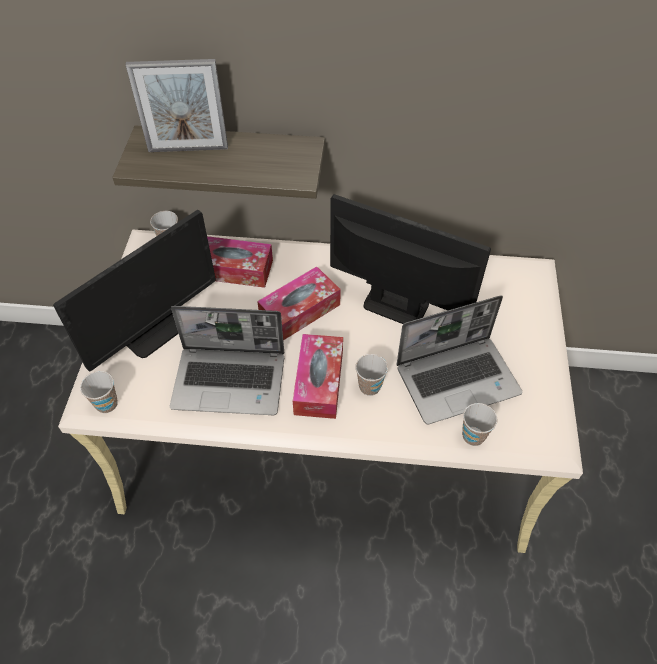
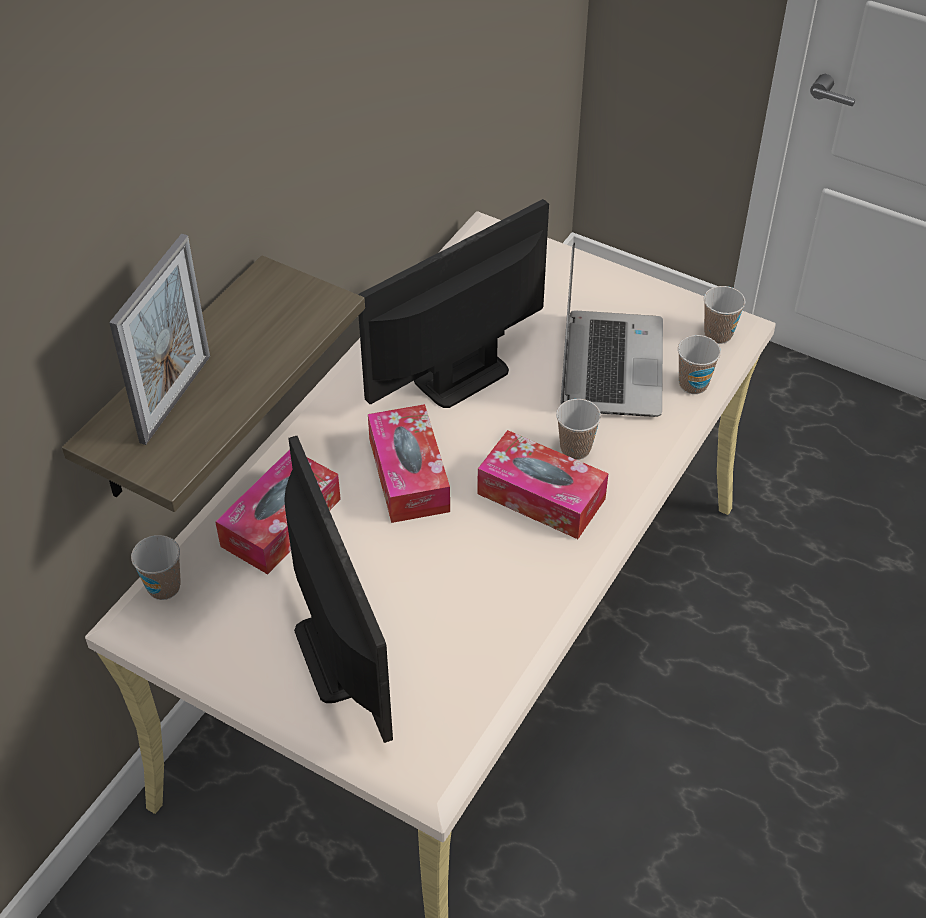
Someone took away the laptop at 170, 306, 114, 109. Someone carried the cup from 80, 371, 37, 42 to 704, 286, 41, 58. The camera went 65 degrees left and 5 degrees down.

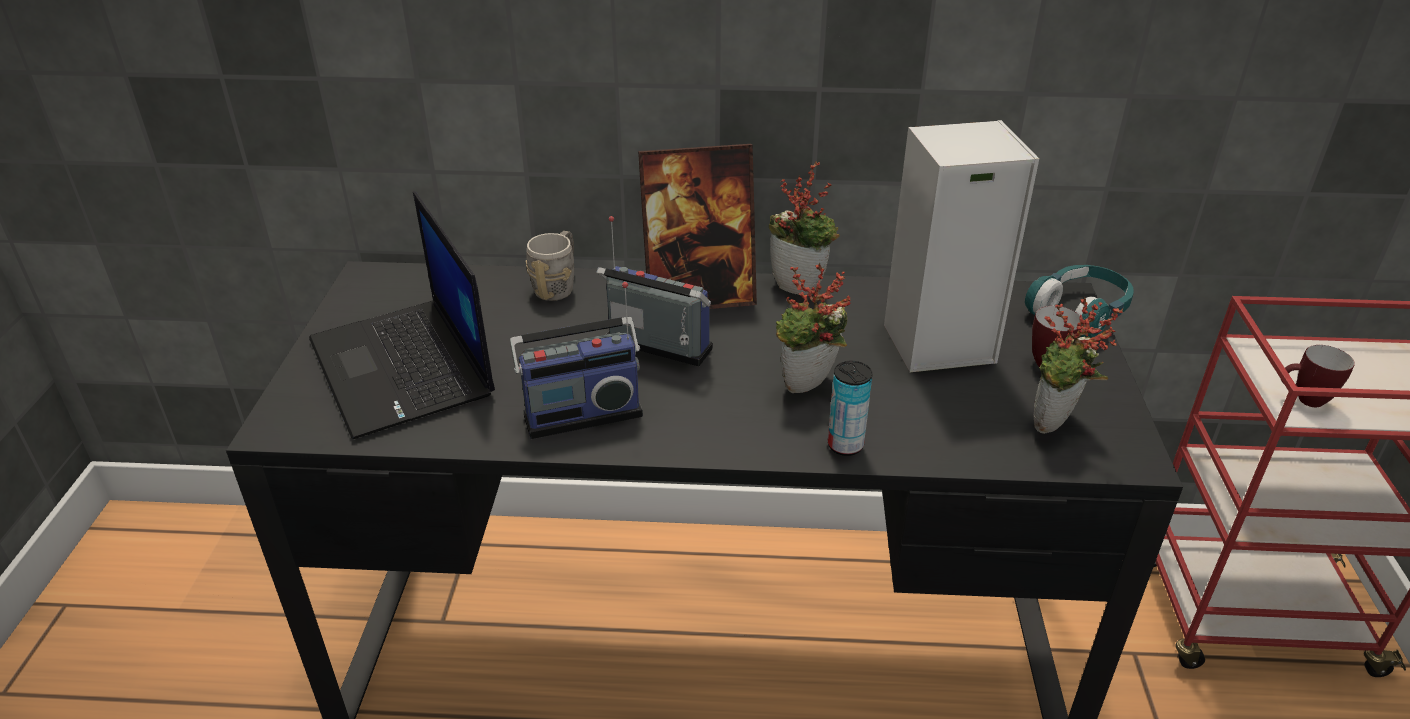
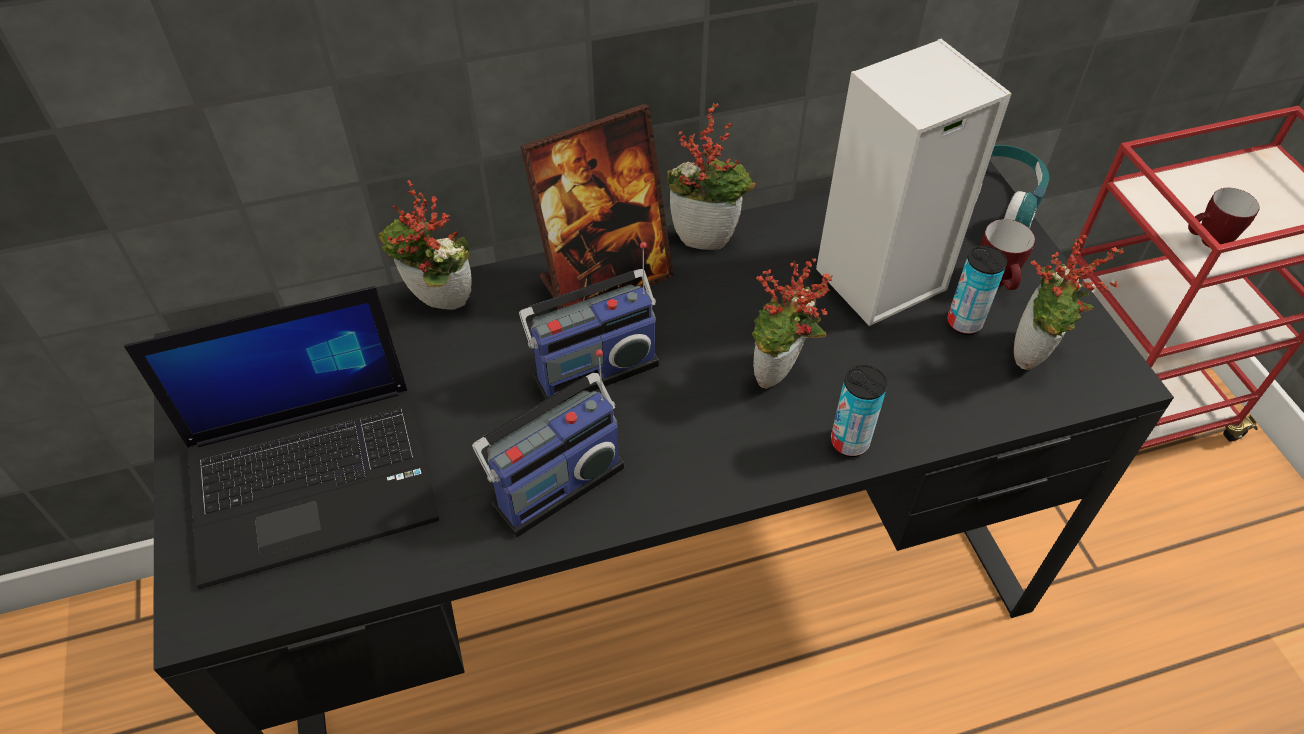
Someone put down the can at 947, 245, 60, 90. Someone swapped the grey mug at 525, 231, 49, 70 for the potted plant at 378, 180, 94, 130. Someone rotated the laptop at 309, 191, 186, 249 by 60 degrees counterclockwise. Someone rotated the radio at 596, 216, 117, 150 by 150 degrees clockwise. The camera went 20 degrees left and 15 degrees up.

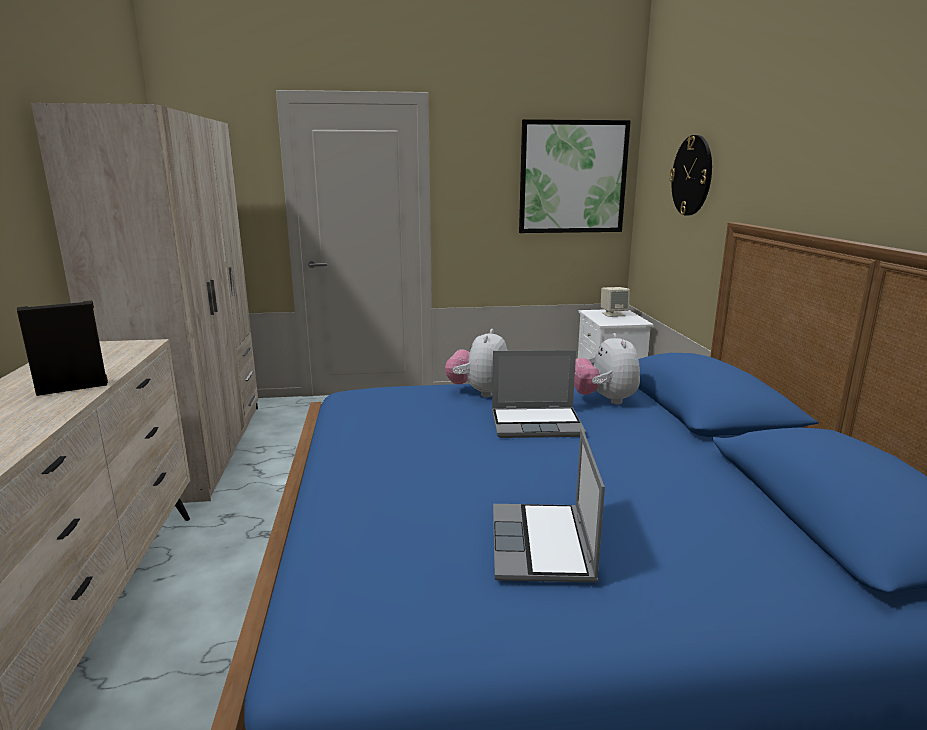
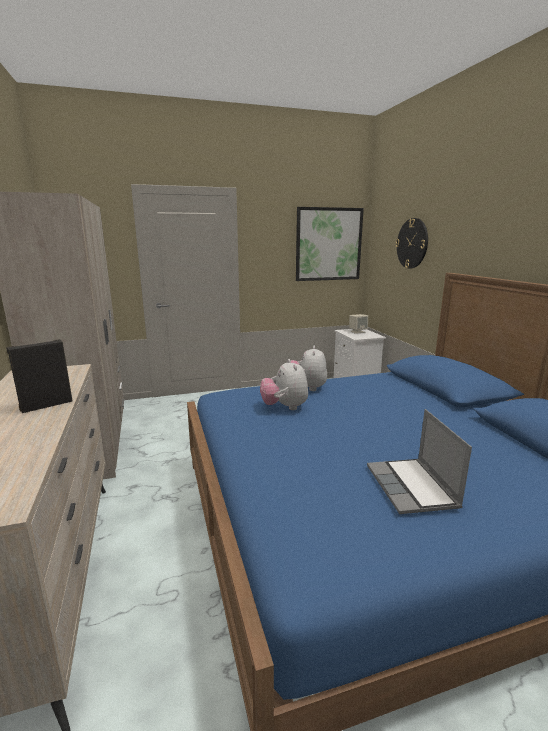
Someone took away the laptop at 492, 350, 94, 88. Someone carried the plush toy from 574, 333, 66, 71 to 260, 359, 48, 51. The camera went 10 degrees left and 0 degrees up.

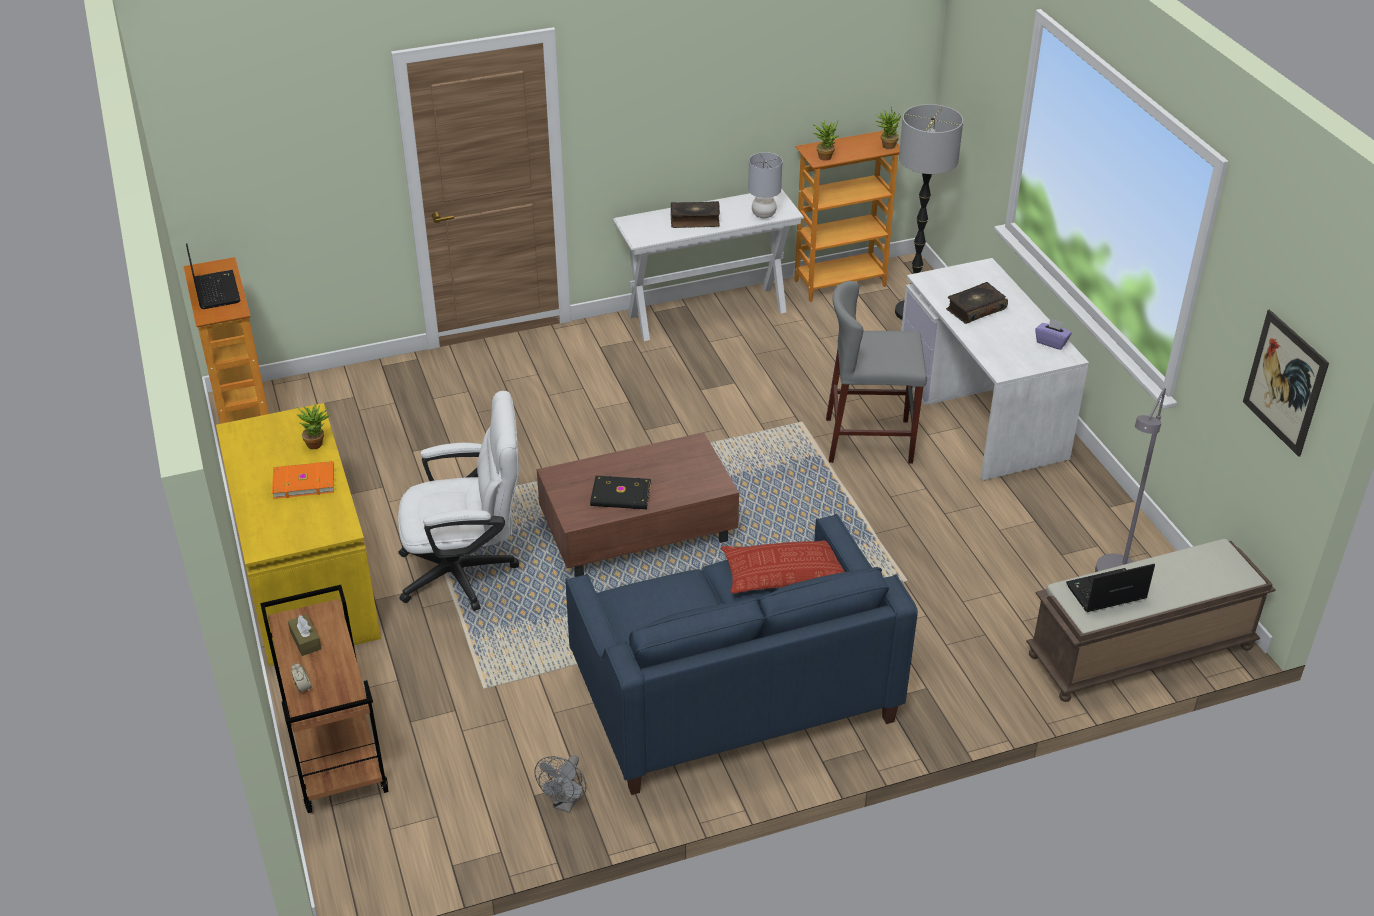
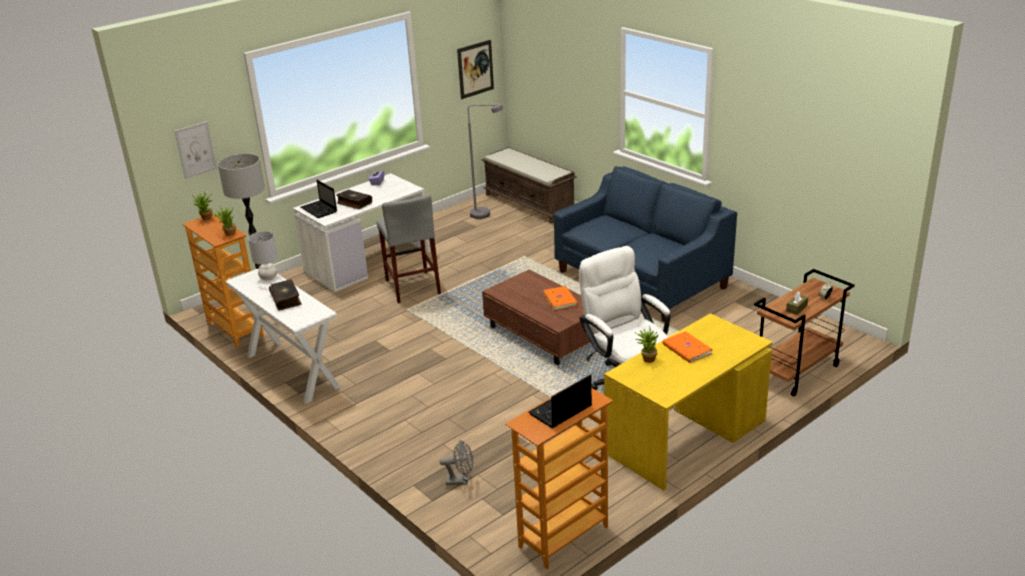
Someone took away the pillow at 721, 540, 124, 54. Someone put up the picture at 174, 122, 43, 57. Someone carried the grey fan from 534, 755, 52, 58 to 440, 440, 33, 45. Someone carried the laptop from 1066, 564, 89, 48 to 301, 180, 36, 38. Someone repainted the black book at 590, 476, 61, 33, which became the orange book at 543, 286, 35, 25. The camera went 110 degrees left and 10 degrees down.

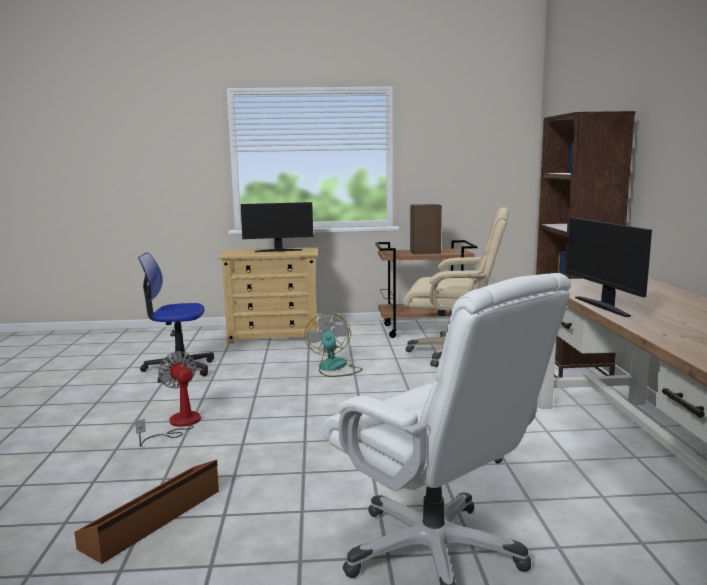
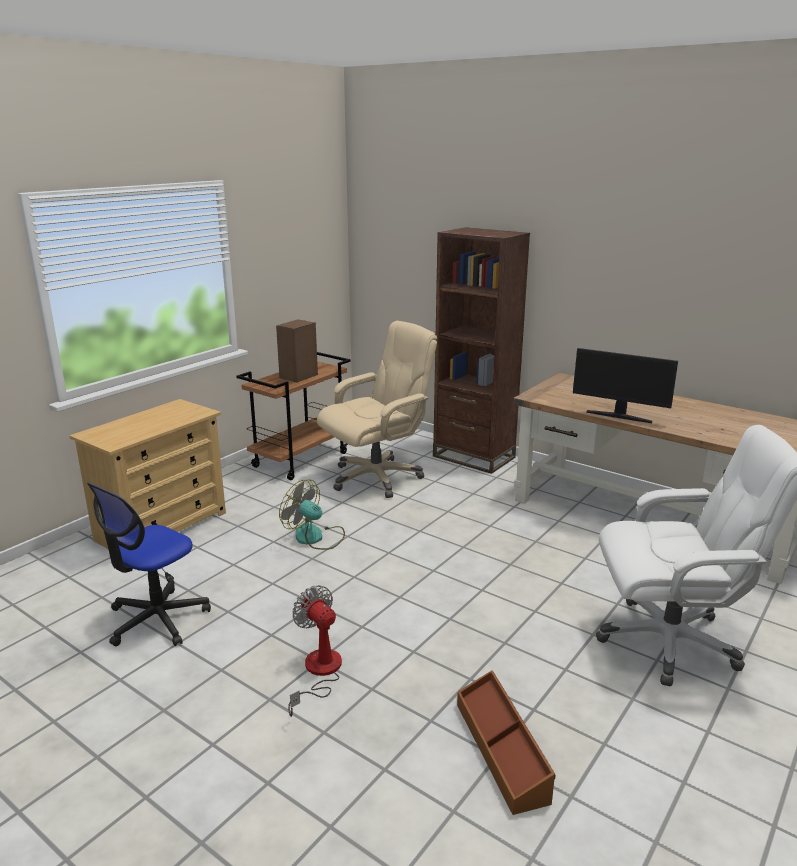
Someone took away the monitor at 241, 202, 72, 50. Someone rotated the fan at 135, 351, 66, 96 by 45 degrees clockwise. The camera went 50 degrees left and 10 degrees up.

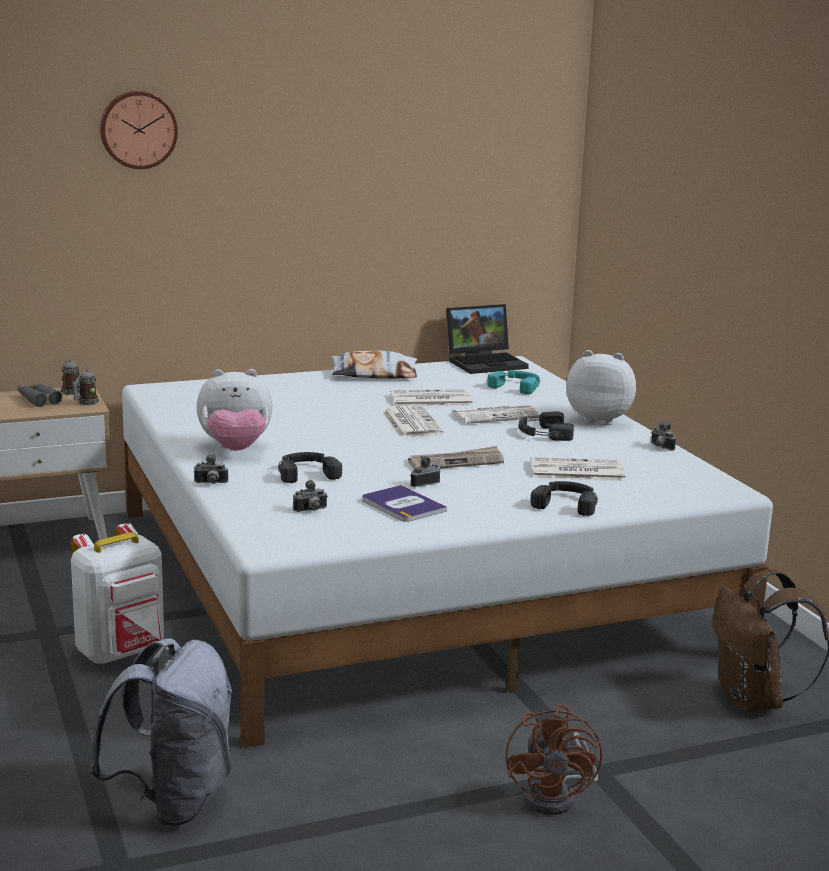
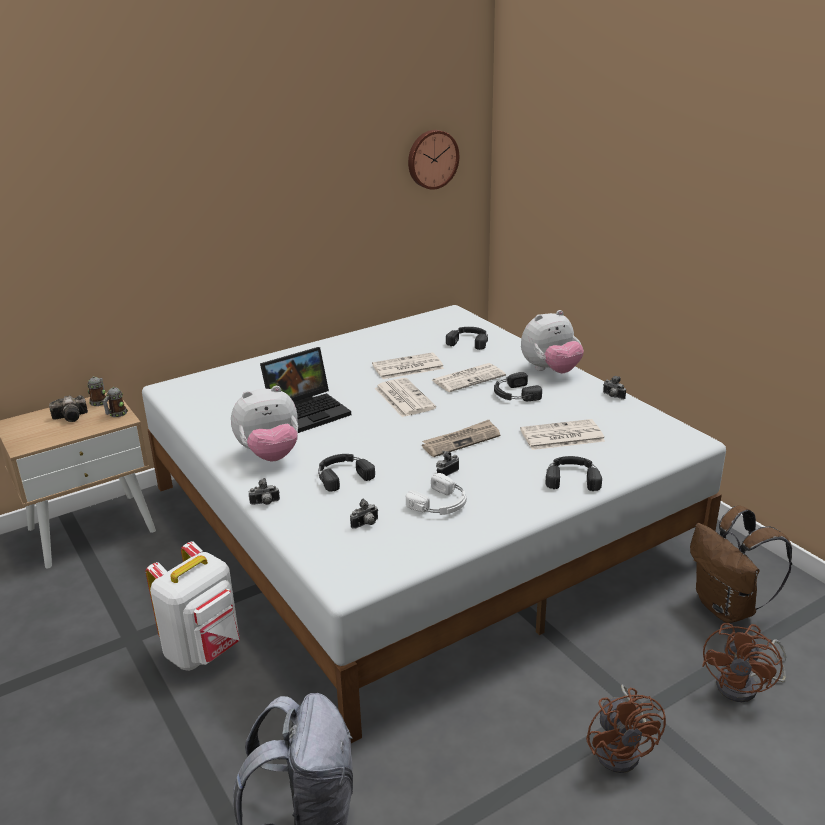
Someone took away the pillow at 331, 351, 86, 28. Someone put down the brown fan at 702, 623, 84, 79. Someone carried the wall clock from 100, 91, 78, 78 to 408, 130, 51, 60. Someone carried the laptop from 446, 304, 83, 70 to 260, 347, 91, 86. Someone swapped the grey binoculars at 17, 383, 45, 24 for the photo camera at 49, 395, 39, 27. Someone swapped the book at 362, 485, 85, 37 for the white headphones at 406, 473, 61, 42. Someone repainted the turquoise headphones at 487, 371, 53, 23, which became the black headphones at 446, 327, 42, 23. Someone rotated the plush toy at 566, 350, 70, 75 by 150 degrees clockwise. The camera went 10 degrees left and 10 degrees up.

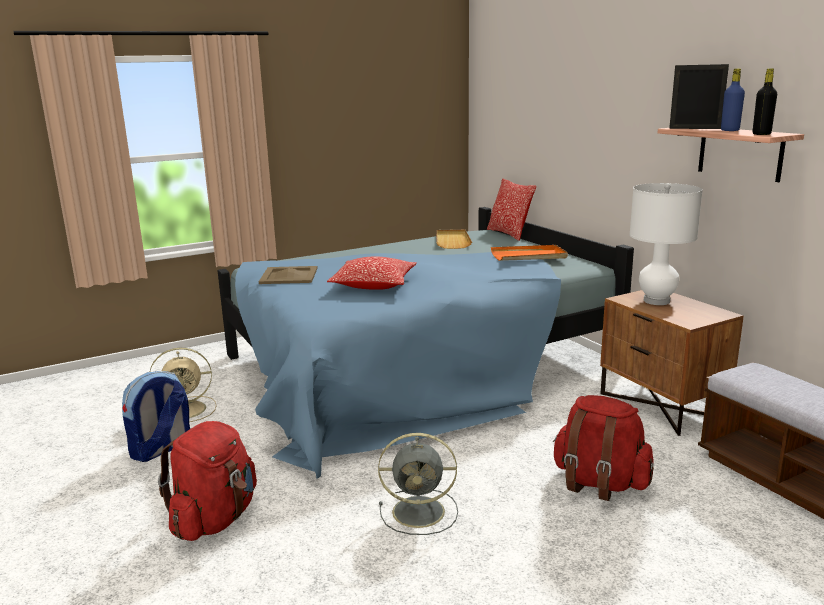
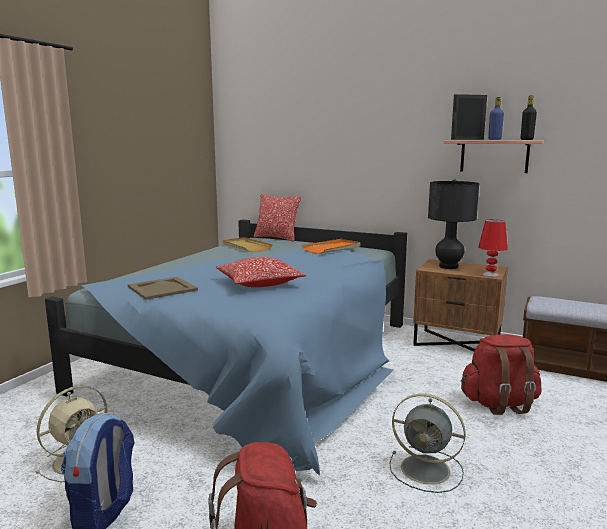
Someone put down the red table lamp at 478, 219, 30, 58. Someone repainted the white table lamp at 629, 183, 74, 122, which became the black table lamp at 428, 179, 51, 90. Someone rotated the grey fan at 378, 433, 80, 102 by 60 degrees clockwise. The camera went 35 degrees left and 5 degrees down.

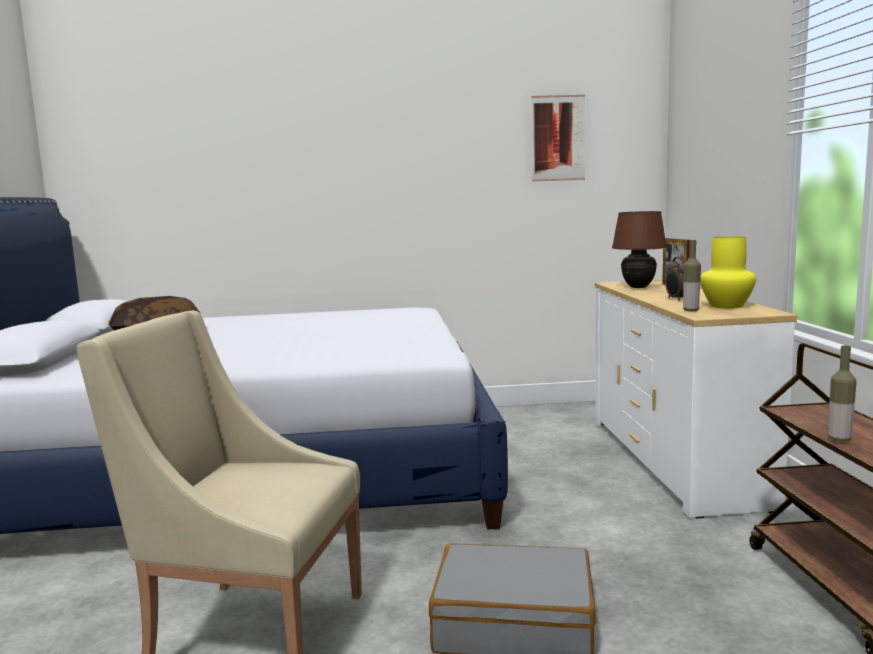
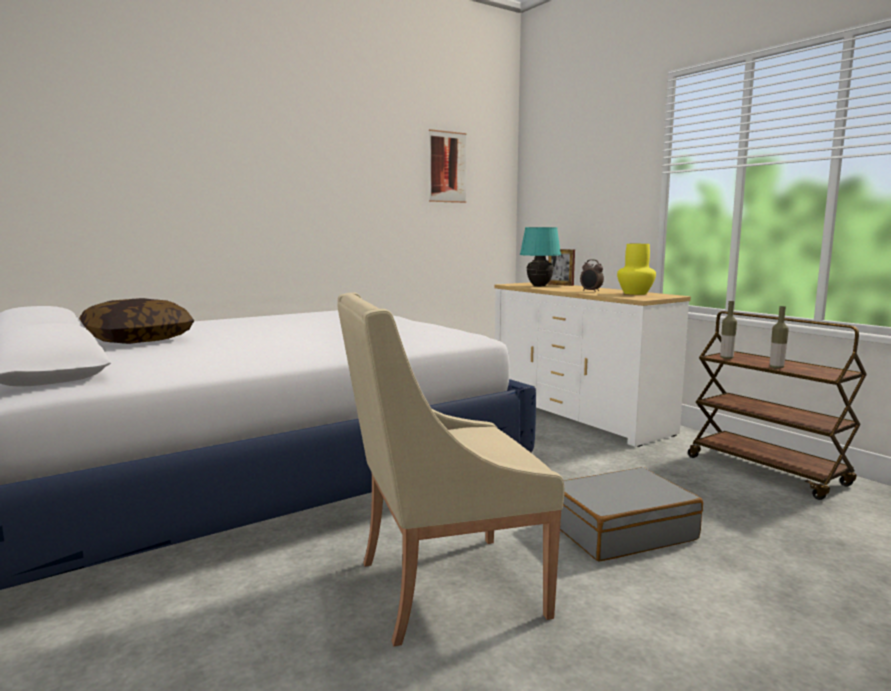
Someone carried the bottle from 683, 240, 18, 72 to 720, 301, 17, 58. Someone repainted the brown table lamp at 612, 211, 55, 77, which became the turquoise table lamp at 520, 227, 41, 60. The camera went 30 degrees left and 0 degrees up.

